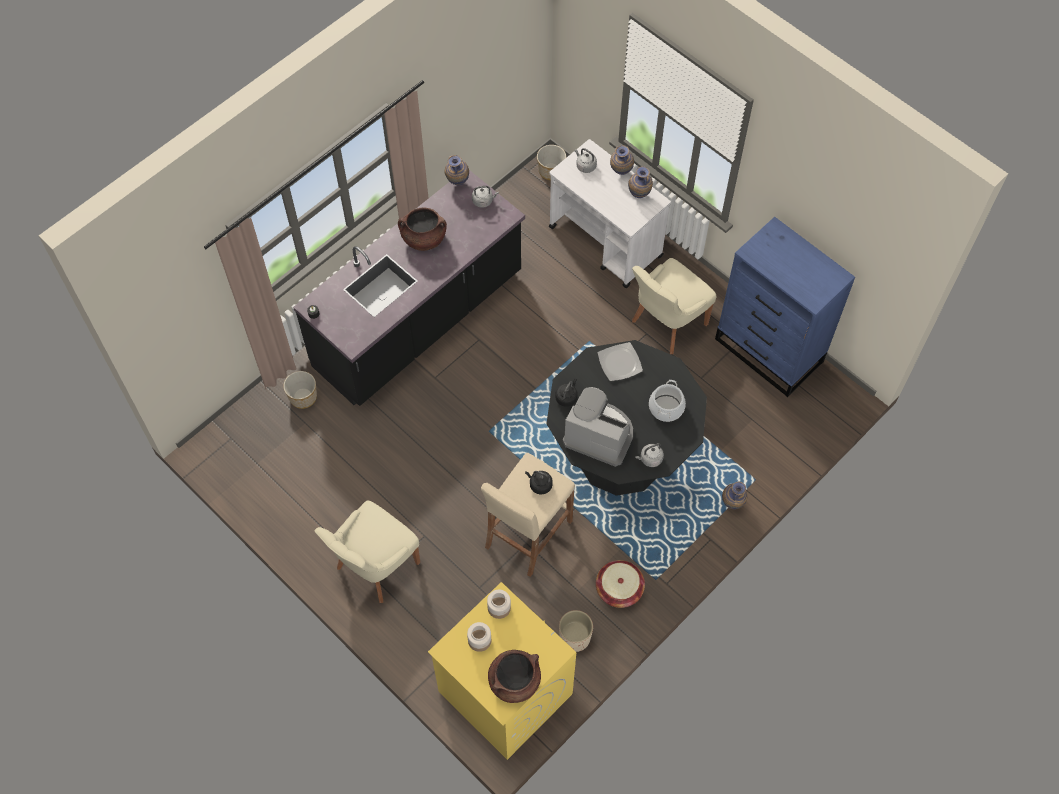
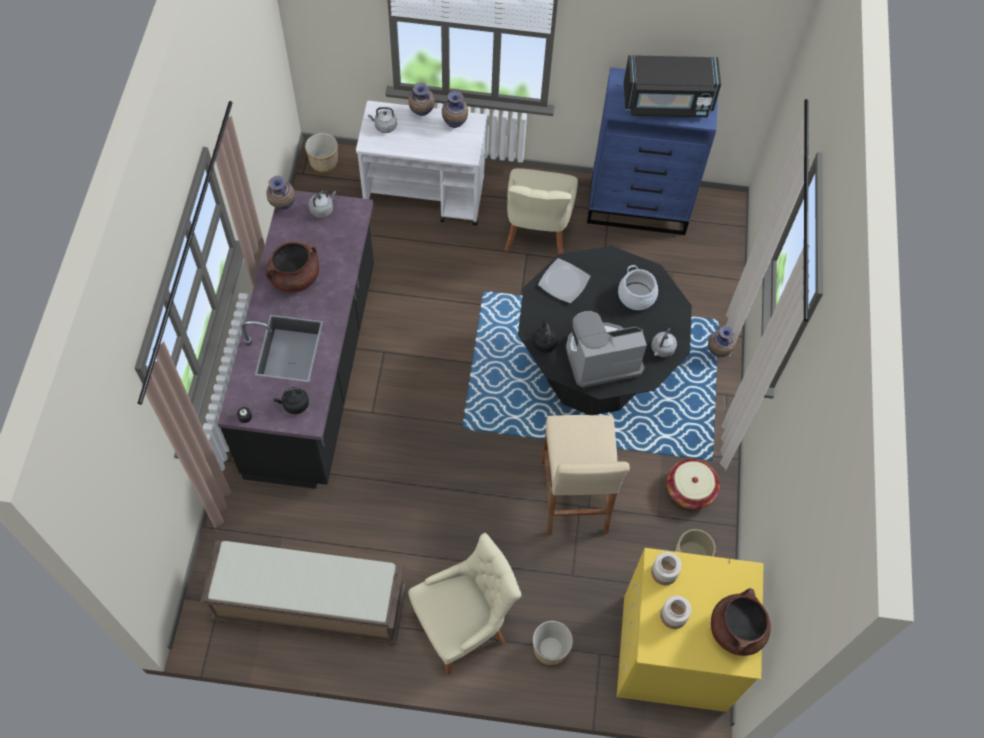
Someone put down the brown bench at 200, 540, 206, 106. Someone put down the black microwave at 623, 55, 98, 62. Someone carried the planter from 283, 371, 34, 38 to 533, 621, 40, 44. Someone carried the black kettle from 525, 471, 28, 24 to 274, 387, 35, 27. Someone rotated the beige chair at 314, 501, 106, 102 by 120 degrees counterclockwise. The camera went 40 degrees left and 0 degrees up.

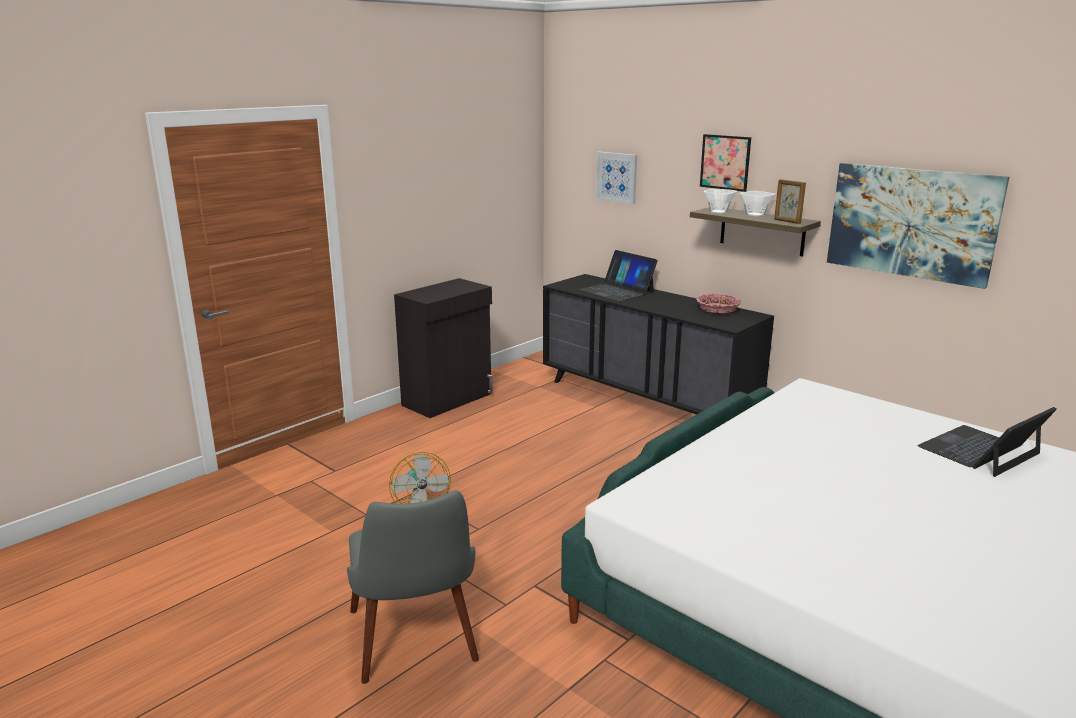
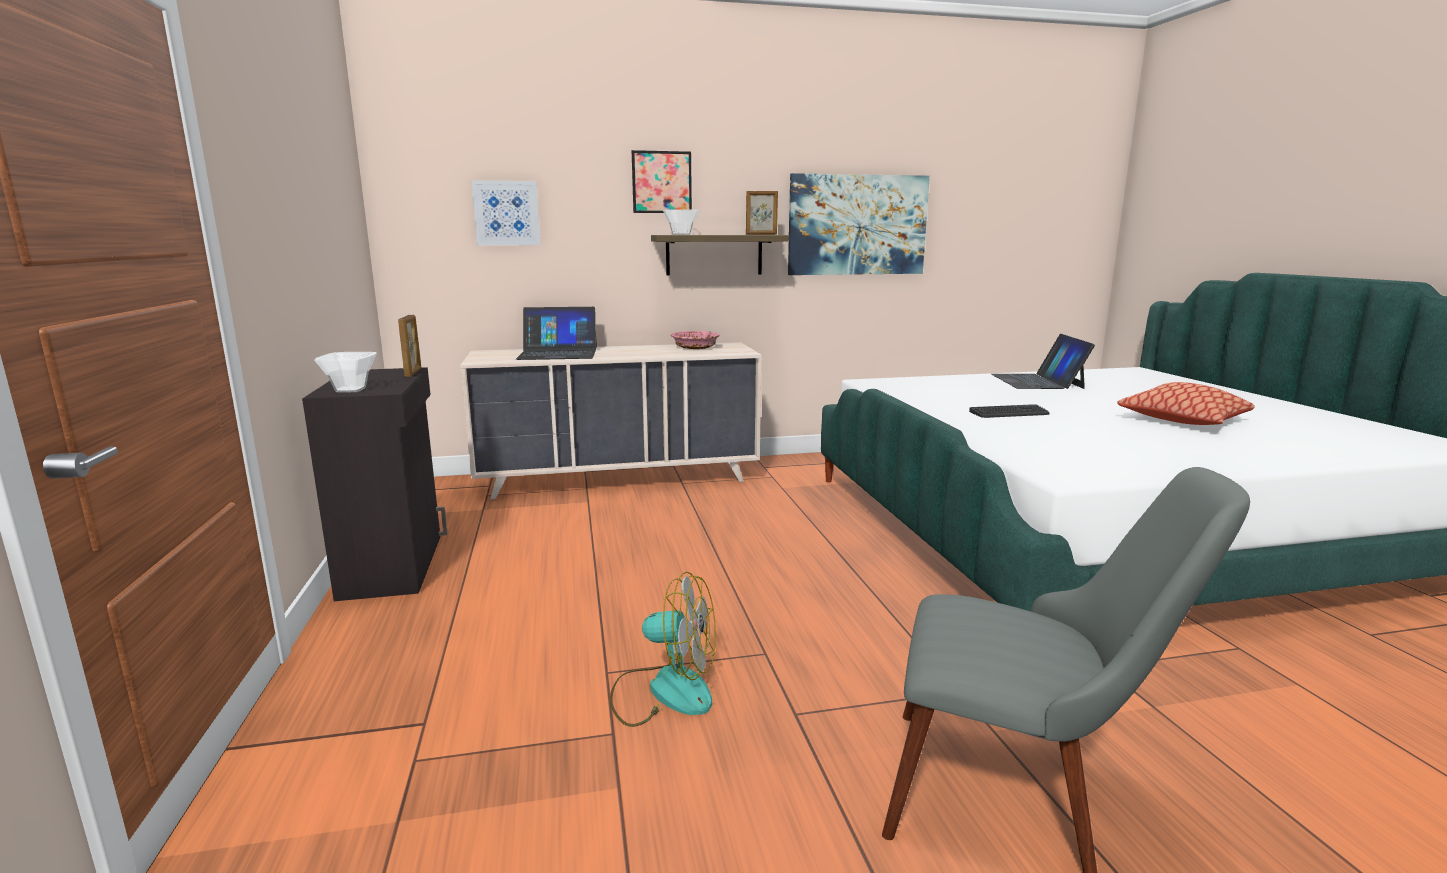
Someone put down the picture frame at 398, 315, 23, 62. Someone put down the keyboard at 969, 404, 80, 14. Someone put down the pillow at 1117, 382, 138, 43. Someone carried the bowl from 739, 191, 37, 26 to 314, 352, 63, 41. Someone repainted the black dresser at 543, 274, 231, 141, which became the beige dresser at 460, 342, 301, 158. The camera went 55 degrees left and 5 degrees down.

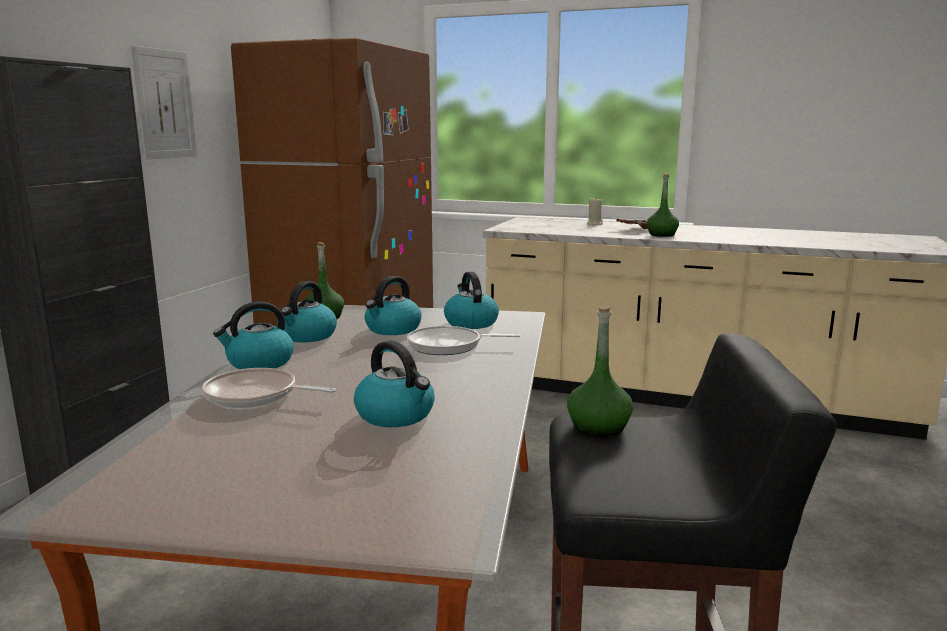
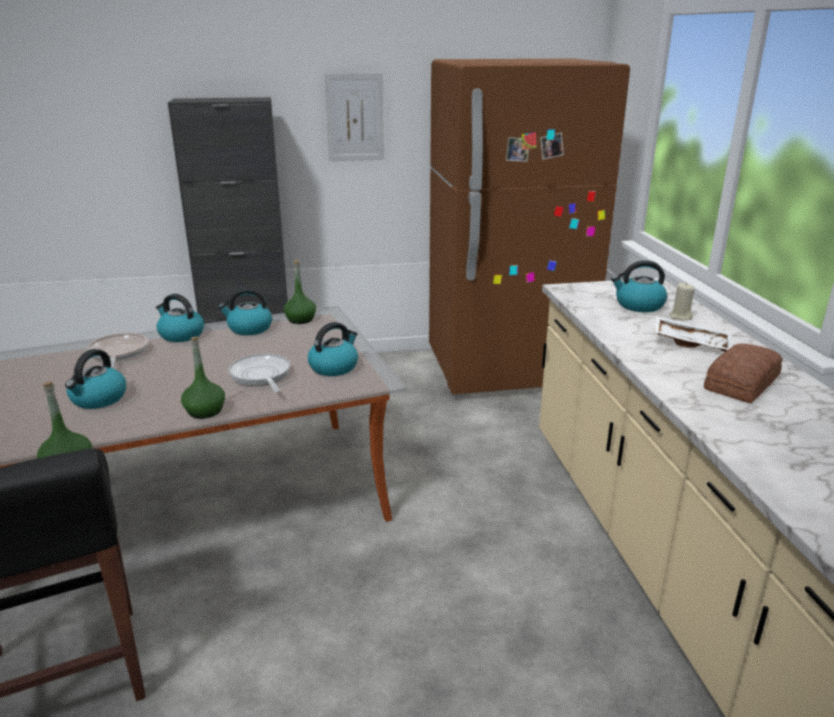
Someone put down the bread at 704, 344, 78, 59. Someone carried the kettle from 365, 276, 56, 59 to 611, 260, 56, 52. Someone carried the green bottle from 647, 173, 32, 64 to 181, 336, 44, 83. The camera went 60 degrees right and 10 degrees up.

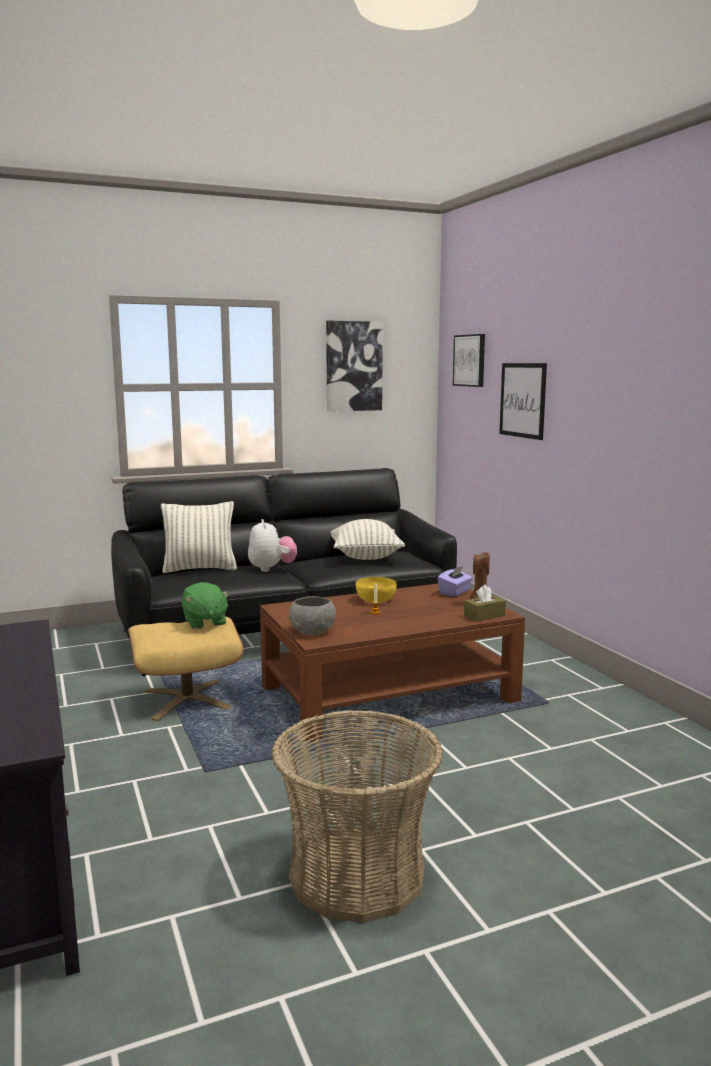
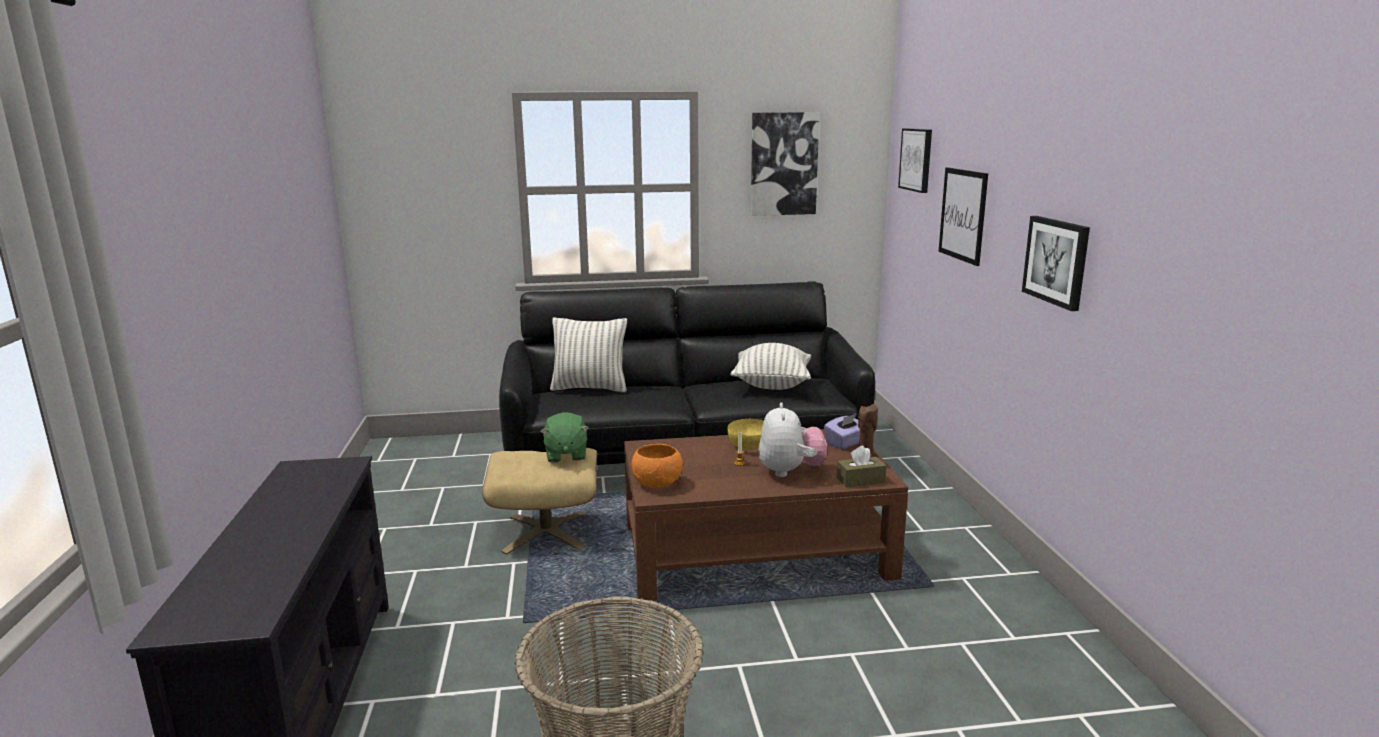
Someone put up the picture at 1022, 216, 68, 95. Someone carried the plush toy from 248, 519, 49, 53 to 758, 402, 69, 75. Someone repainted the grey bowl at 289, 596, 47, 39, which became the orange bowl at 632, 444, 51, 44. The camera went 15 degrees right and 5 degrees up.

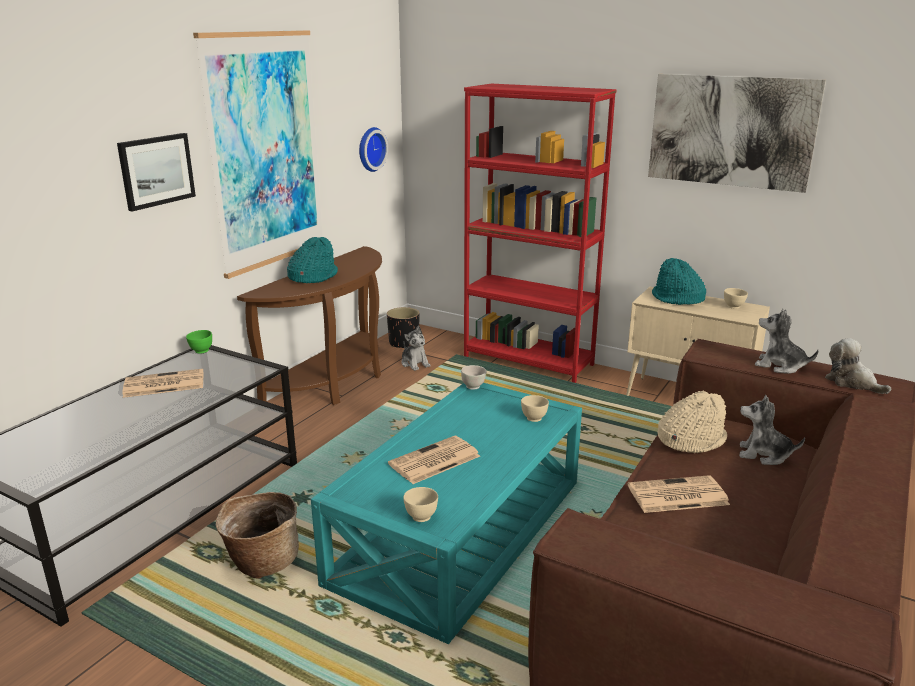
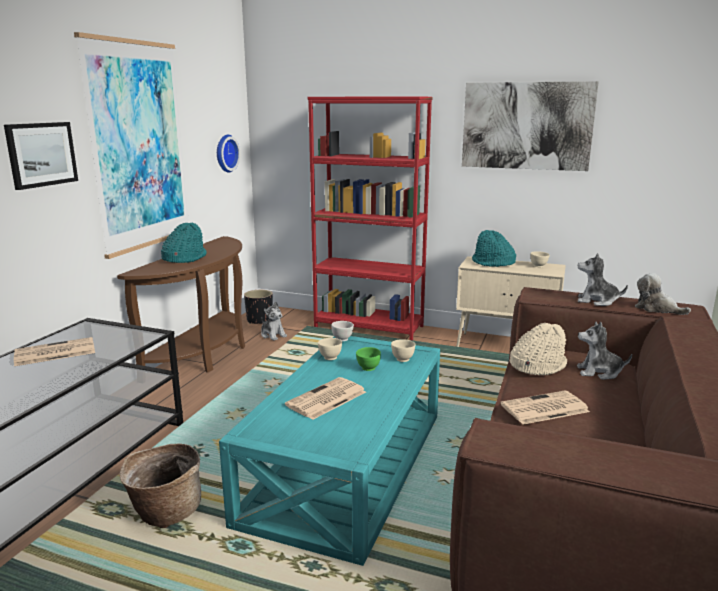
Someone carried the green bowl from 186, 330, 26, 24 to 356, 347, 25, 24. Someone carried the beige bowl from 403, 487, 35, 35 to 318, 338, 24, 22. The camera went 10 degrees left and 5 degrees down.

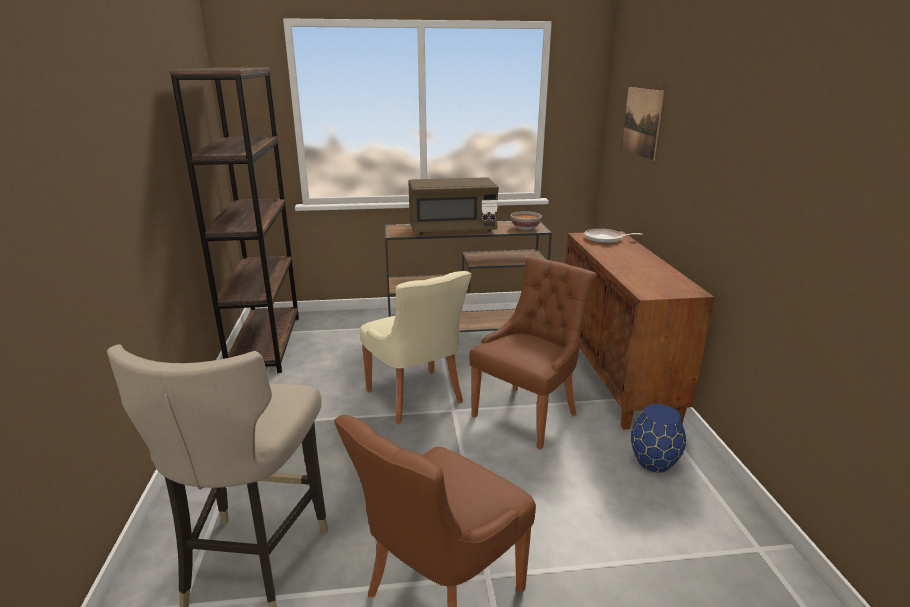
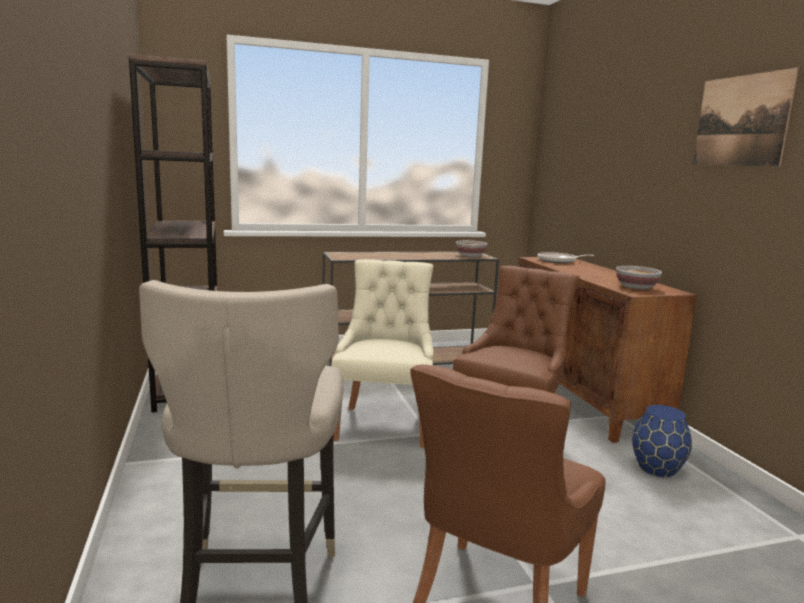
Someone took away the brown microwave at 408, 177, 91, 57. Someone put down the bowl at 616, 266, 46, 24. Someone carried the picture from 621, 87, 43, 74 to 693, 68, 106, 99. Someone rotated the beige chair at 360, 271, 111, 153 by 135 degrees counterclockwise. The camera went 10 degrees left and 10 degrees down.

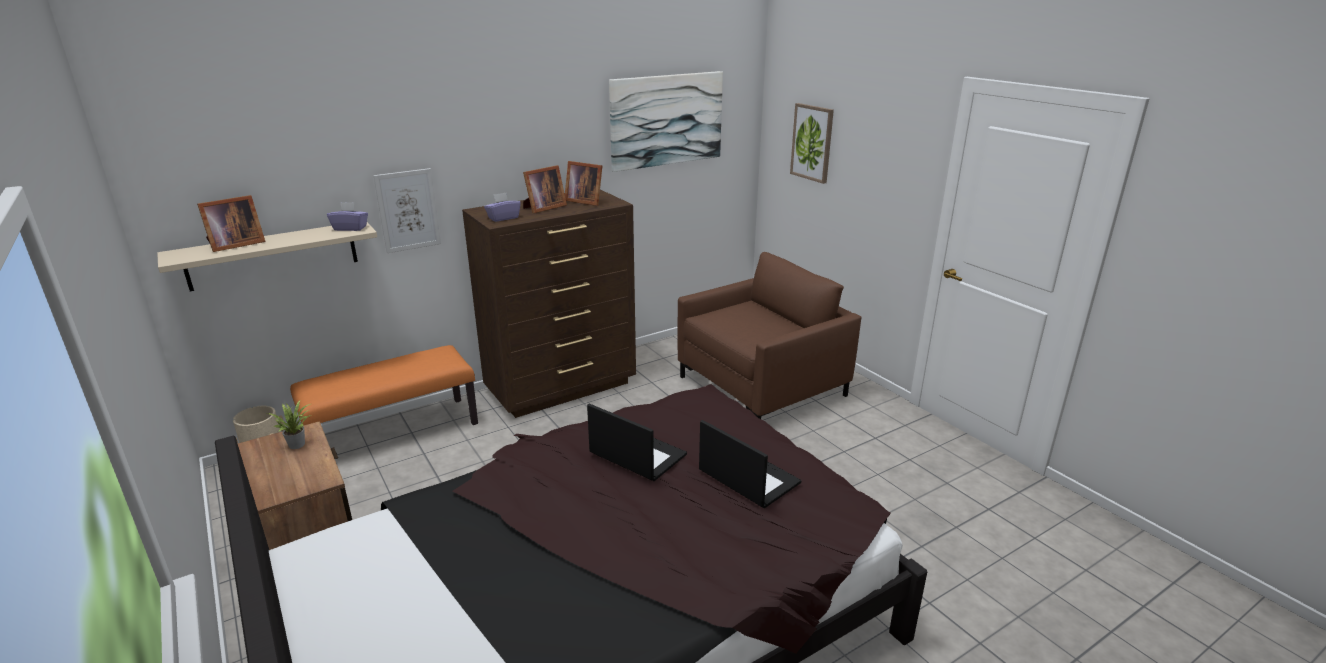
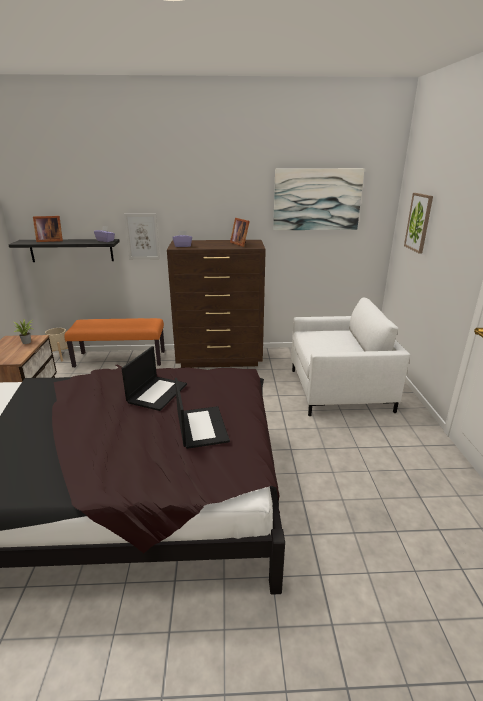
Someone took away the picture frame at 523, 165, 44, 48. Someone repainted the beige shelf at 157, 222, 220, 69, which became the black shelf at 9, 239, 111, 23. Someone repainted the brown armchair at 678, 252, 184, 167, which became the white armchair at 291, 298, 119, 118. Someone rotated the laptop at 587, 404, 100, 77 by 45 degrees clockwise. The camera went 30 degrees right and 0 degrees up.

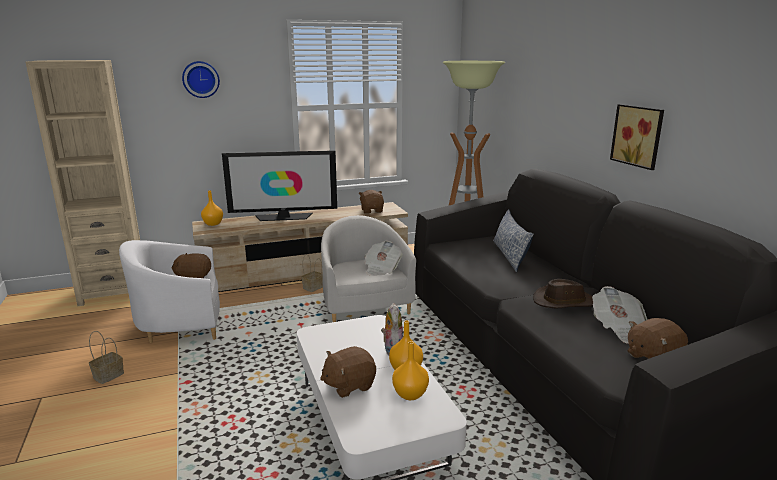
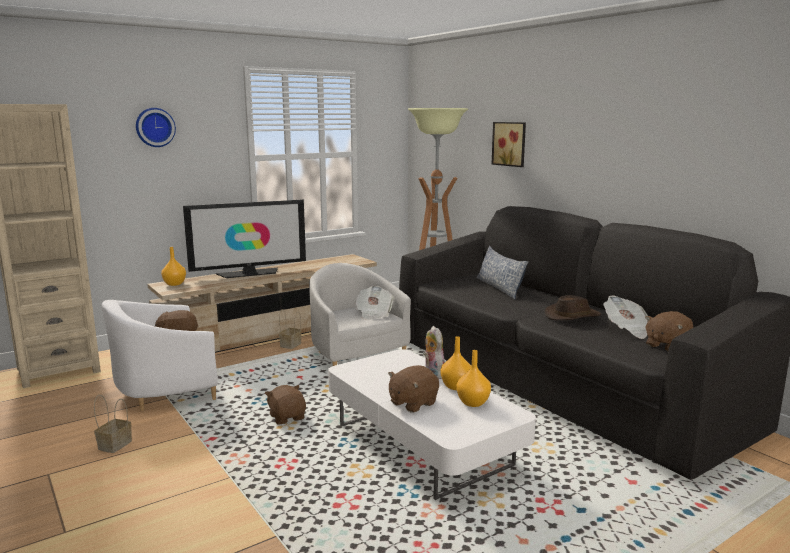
Someone carried the brown plush toy from 359, 190, 25, 24 to 265, 385, 41, 40. Someone carried the picture from 610, 104, 54, 66 to 492, 122, 34, 45. The camera went 15 degrees left and 5 degrees down.

